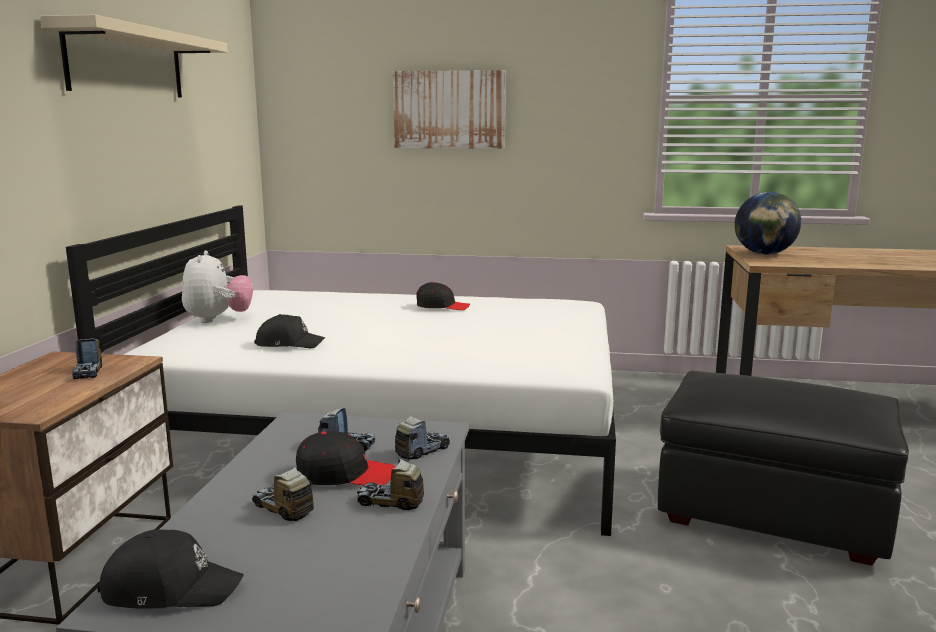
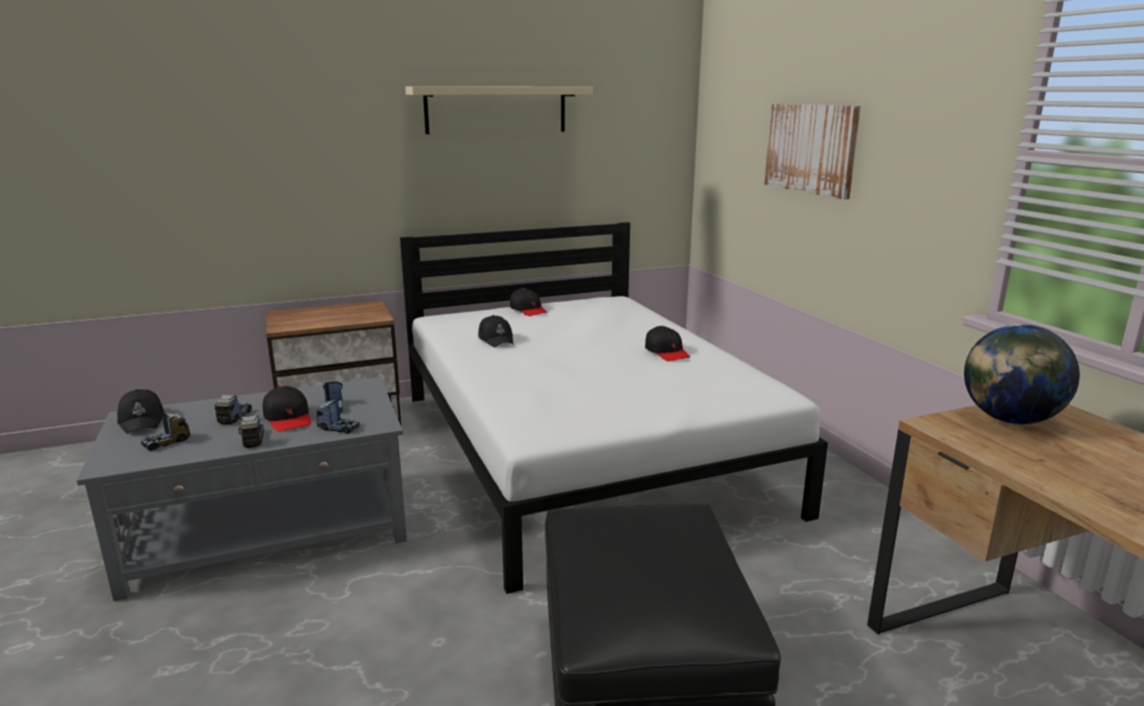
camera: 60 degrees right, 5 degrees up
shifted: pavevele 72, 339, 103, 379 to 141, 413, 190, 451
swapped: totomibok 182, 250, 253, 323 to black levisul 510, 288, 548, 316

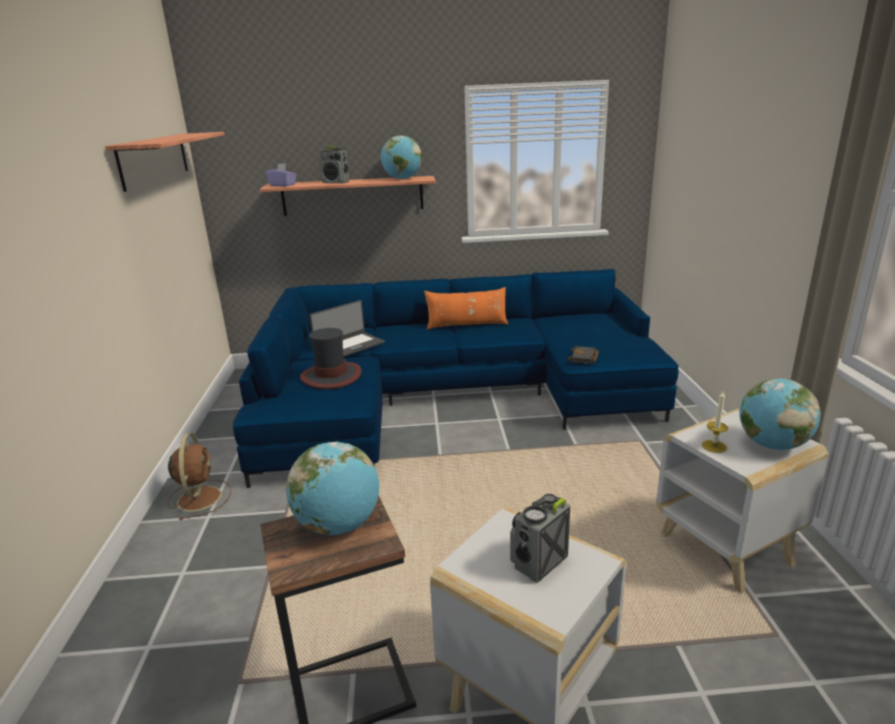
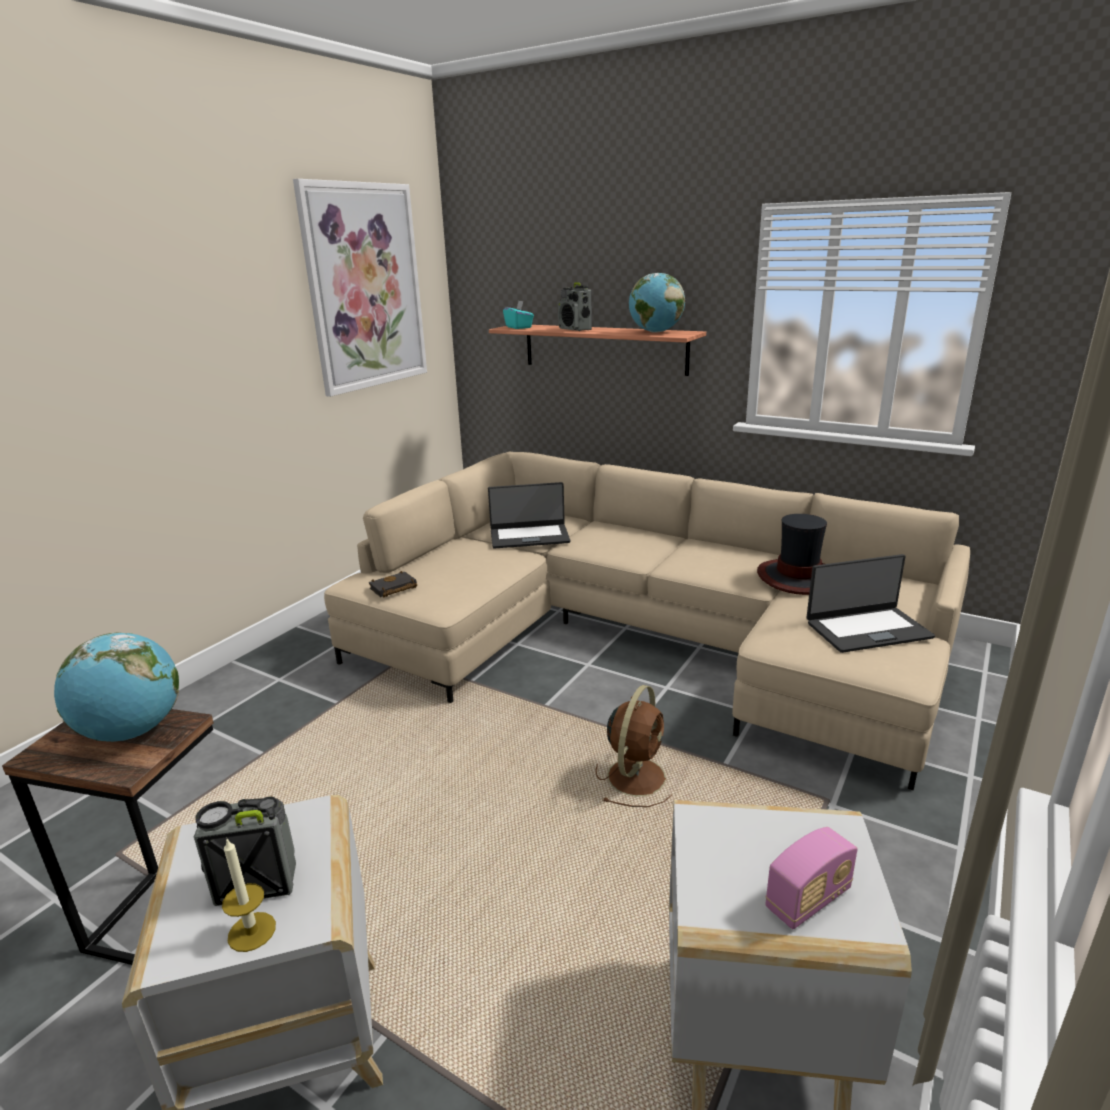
camera: 35 degrees right, 0 degrees up
gone: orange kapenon 424, 287, 508, 330
new: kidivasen 806, 554, 935, 653
shifted: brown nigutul 168, 433, 231, 520 to 596, 685, 672, 807; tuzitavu 300, 328, 362, 389 to 757, 514, 827, 595; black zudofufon 568, 346, 598, 364 to 369, 571, 417, 598; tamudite 702, 391, 728, 453 to 222, 839, 276, 952
swapped: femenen 105, 132, 225, 192 to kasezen 293, 179, 427, 397; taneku 739, 378, 821, 450 to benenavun 765, 827, 858, 929
repainted: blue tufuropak 233, 269, 679, 488 to beige tufuropak 324, 452, 970, 791; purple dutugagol 266, 164, 297, 187 to turquoise dutugagol 503, 301, 534, 329

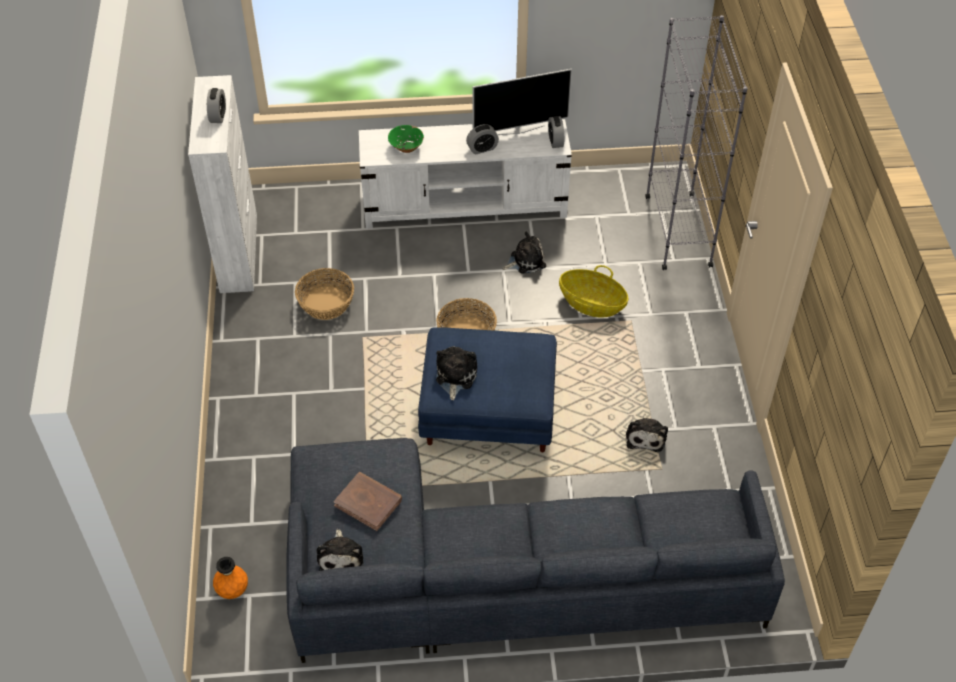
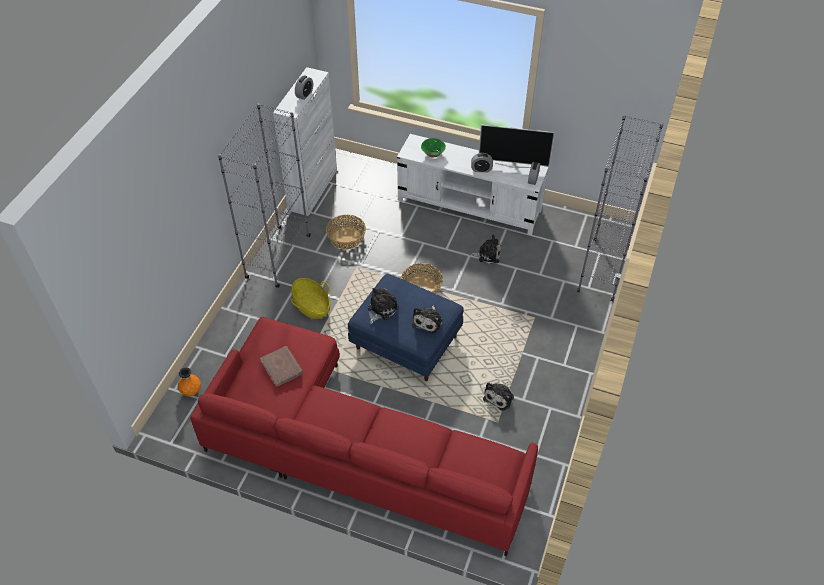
camera: 25 degrees right, 0 degrees up
new: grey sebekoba 218, 104, 311, 288
shifted: totomibok 317, 529, 364, 571 to 412, 305, 443, 334; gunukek 559, 265, 628, 318 to 291, 278, 330, 319
repainted: grey tufuropak 286, 438, 785, 663 to red tufuropak 190, 317, 538, 556

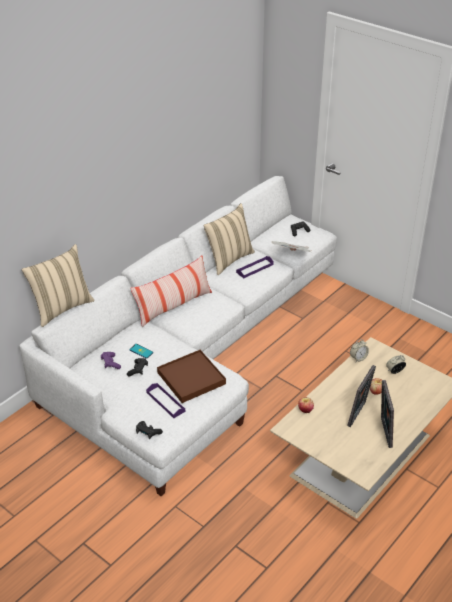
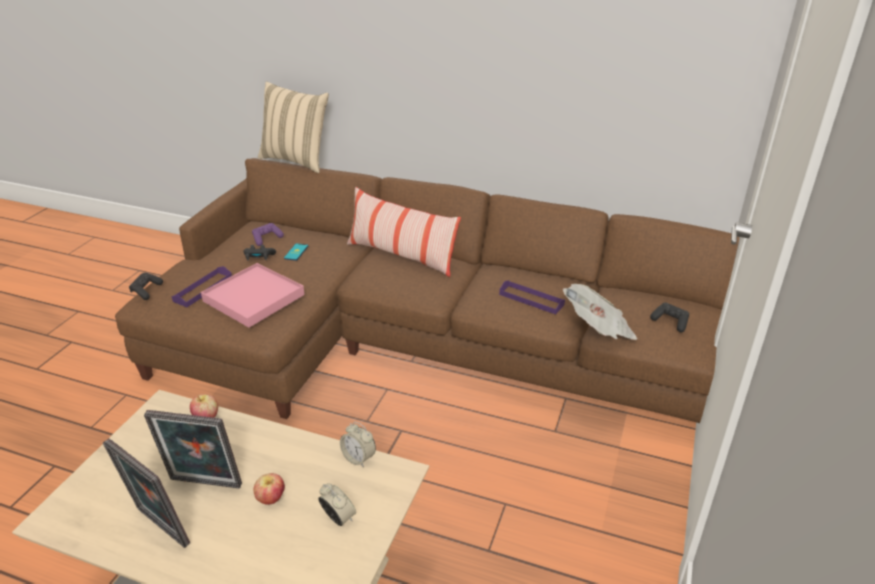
camera: 70 degrees right, 5 degrees down
gone: beige kapenon 203, 203, 255, 275
repainted: white tufuropak 20, 176, 337, 496 to brown tufuropak 115, 158, 739, 423; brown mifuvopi 157, 350, 226, 403 to pink mifuvopi 201, 263, 305, 328
rotated: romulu 381, 380, 394, 448 = 103, 438, 190, 548 120 degrees counterclockwise

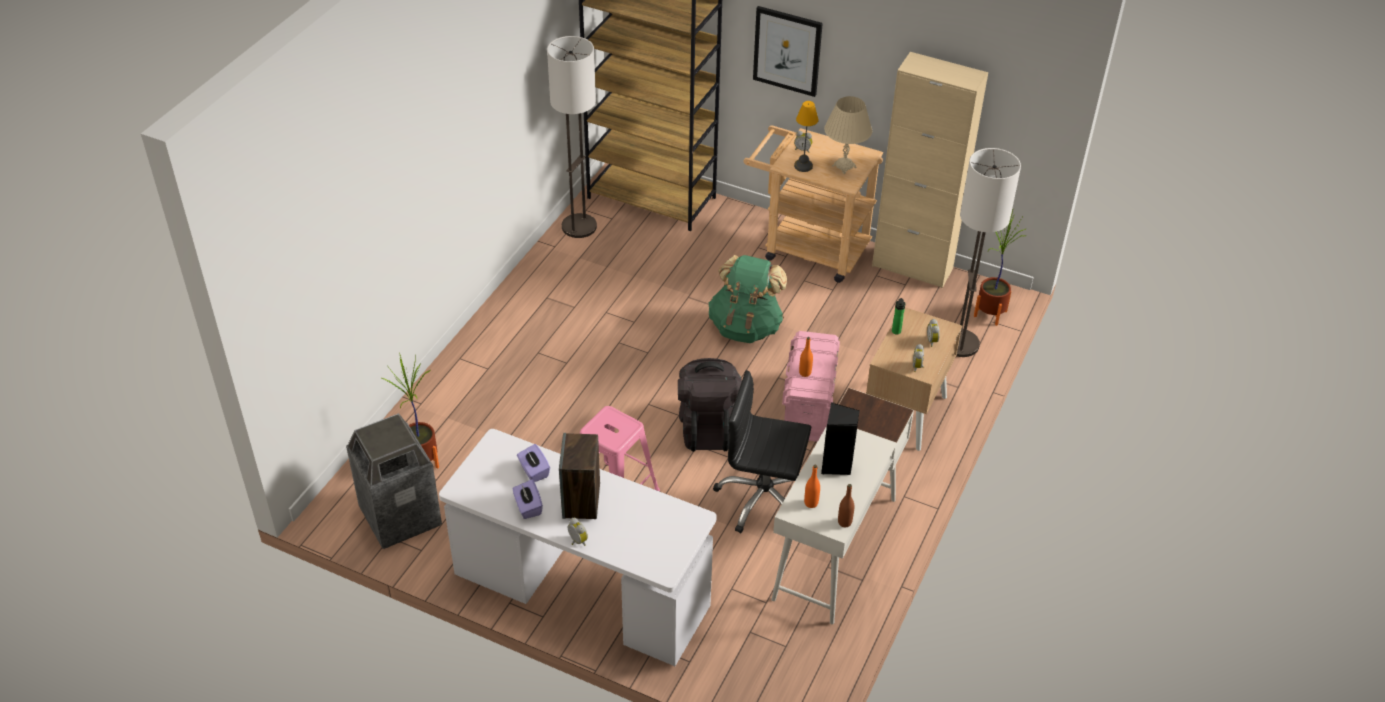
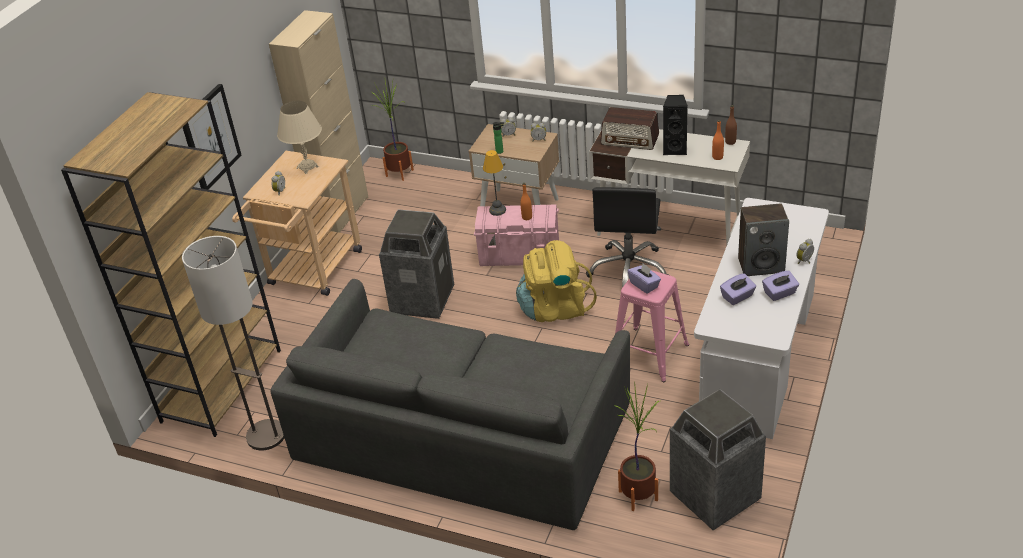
camera: 90 degrees left, 5 degrees down
gone: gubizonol 956, 148, 1021, 357
new: grey tufuropak 270, 279, 630, 530; benenavun 600, 107, 659, 150; purple dutugagol 628, 263, 661, 294
shifted: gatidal 794, 101, 818, 172 to 483, 150, 506, 216
swapped: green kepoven 709, 255, 787, 343 to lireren 379, 209, 454, 319
repainted: black kepoven 678, 358, 742, 452 to yellow kepoven 516, 240, 597, 322

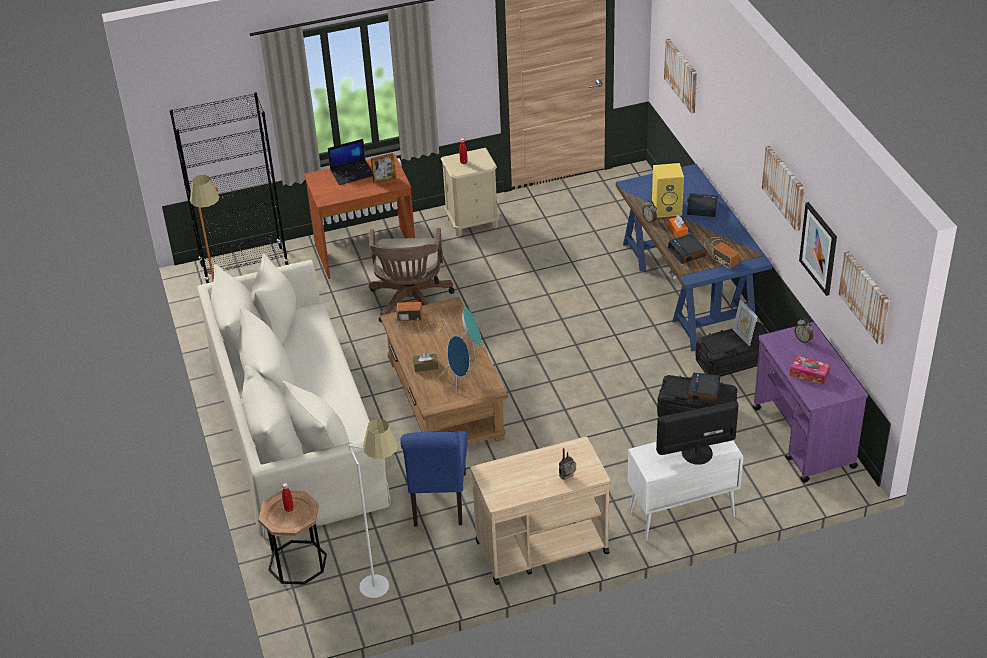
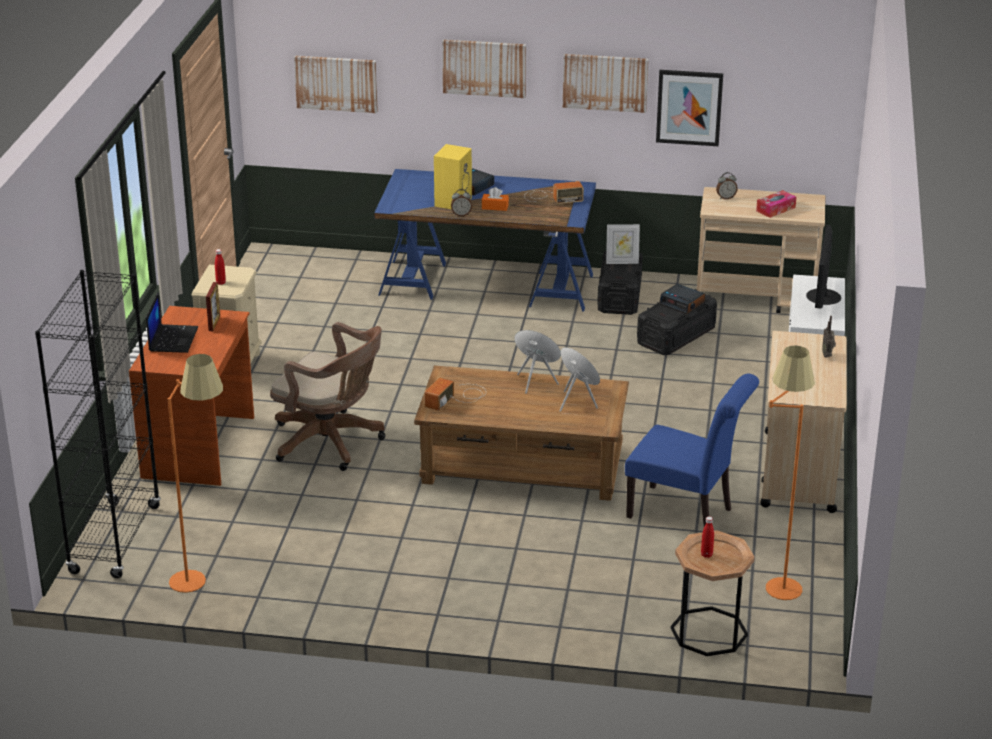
camera: 65 degrees left, 10 degrees down
gone: beige tufuropak 197, 254, 391, 539; brown dutugagol 413, 352, 438, 372; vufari 667, 234, 706, 264
shifted: kasezen 839, 250, 890, 345 to 442, 39, 526, 98
repainted: white gubizonol 349, 419, 398, 598 to orange gubizonol 766, 346, 815, 600; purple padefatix 752, 322, 868, 483 to beige padefatix 697, 187, 826, 313

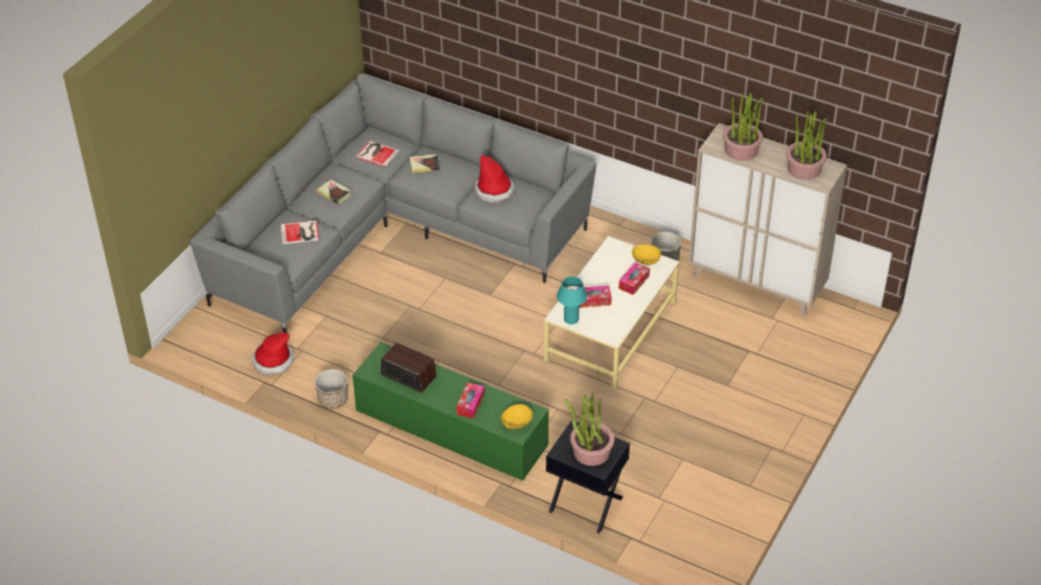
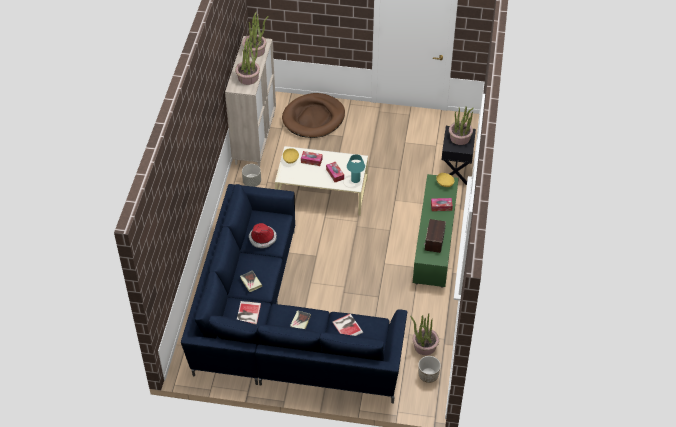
camera: 110 degrees left, 5 degrees up
new: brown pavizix 282, 93, 345, 138
shifted: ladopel 315, 369, 348, 409 to 418, 356, 441, 383
swapped: tuzitavu 251, 332, 294, 375 to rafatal 410, 313, 439, 355
repainted: grey tufuropak 190, 73, 596, 333 to blue tufuropak 181, 184, 407, 404

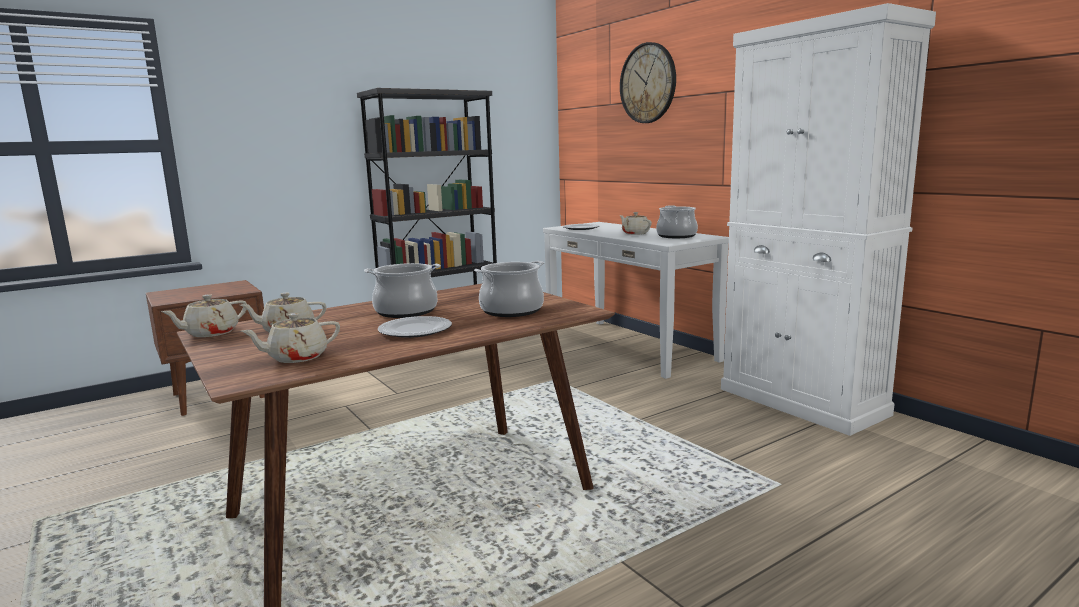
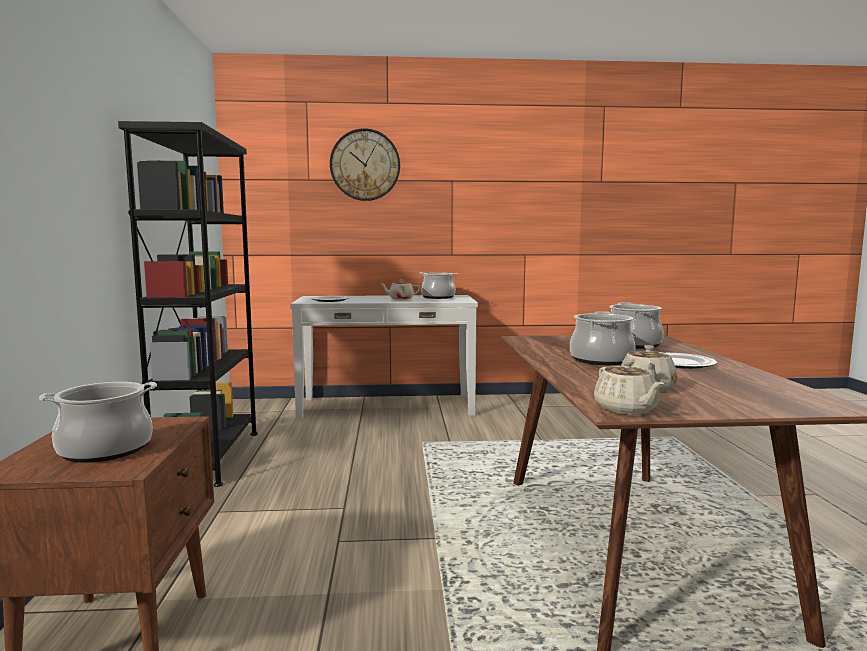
camera: 60 degrees left, 5 degrees down
gone: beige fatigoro 241, 313, 340, 363; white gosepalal 721, 3, 936, 436
new: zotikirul 39, 382, 157, 463

